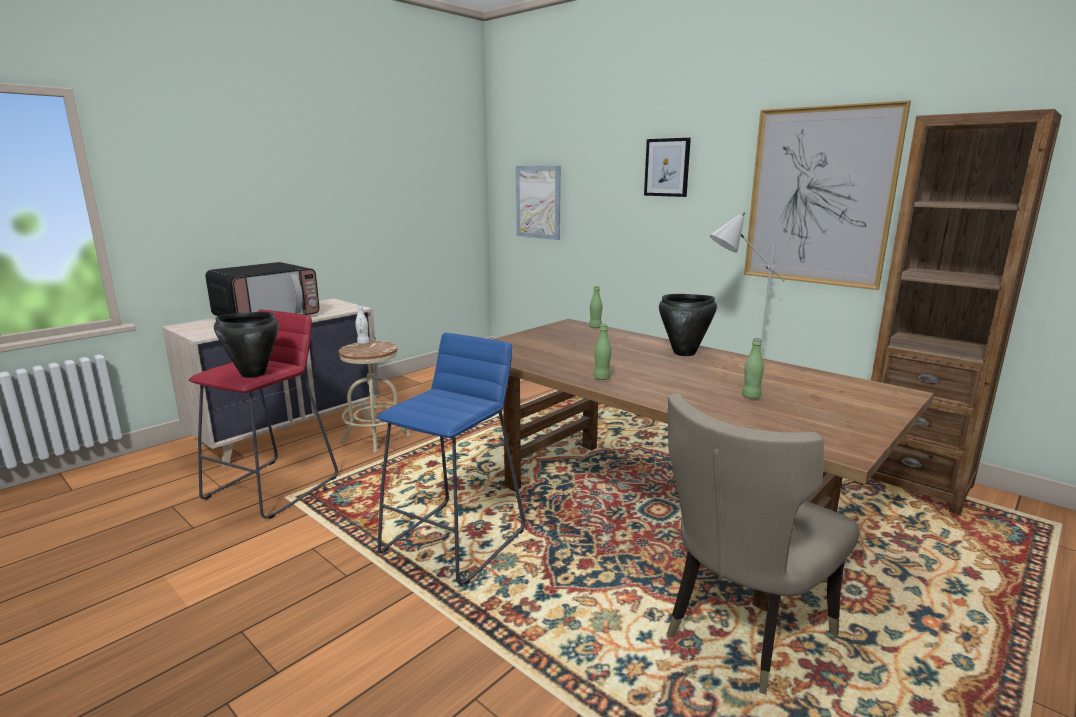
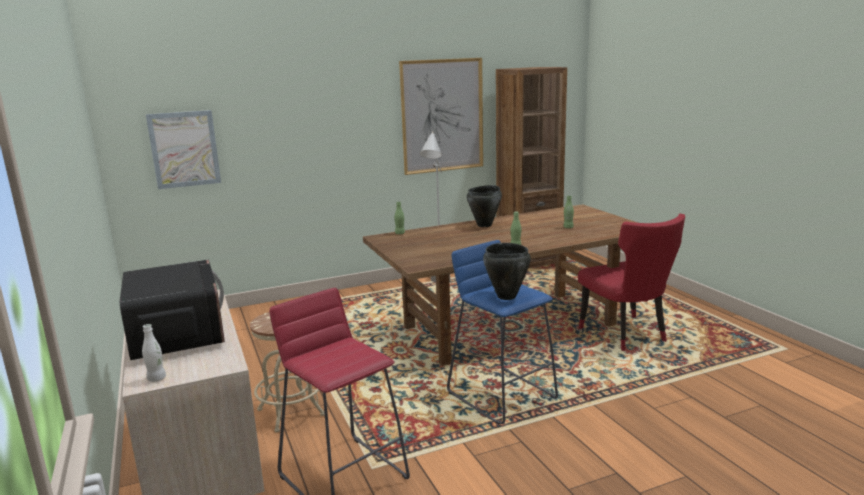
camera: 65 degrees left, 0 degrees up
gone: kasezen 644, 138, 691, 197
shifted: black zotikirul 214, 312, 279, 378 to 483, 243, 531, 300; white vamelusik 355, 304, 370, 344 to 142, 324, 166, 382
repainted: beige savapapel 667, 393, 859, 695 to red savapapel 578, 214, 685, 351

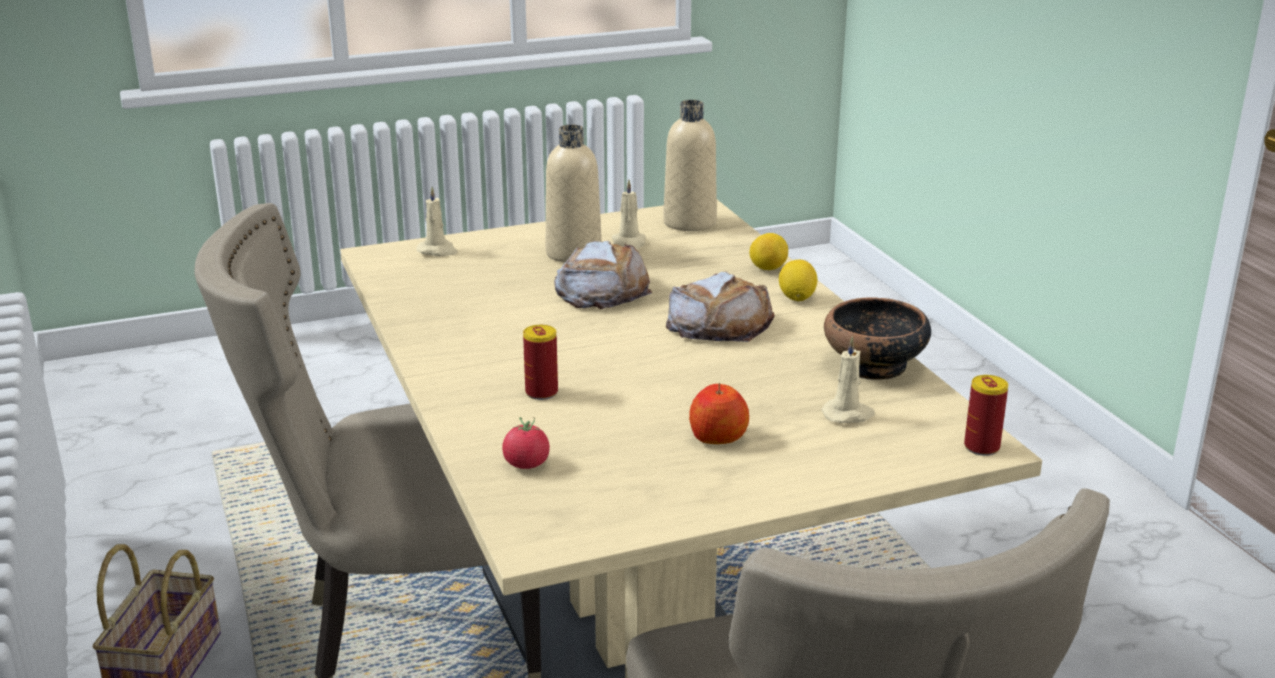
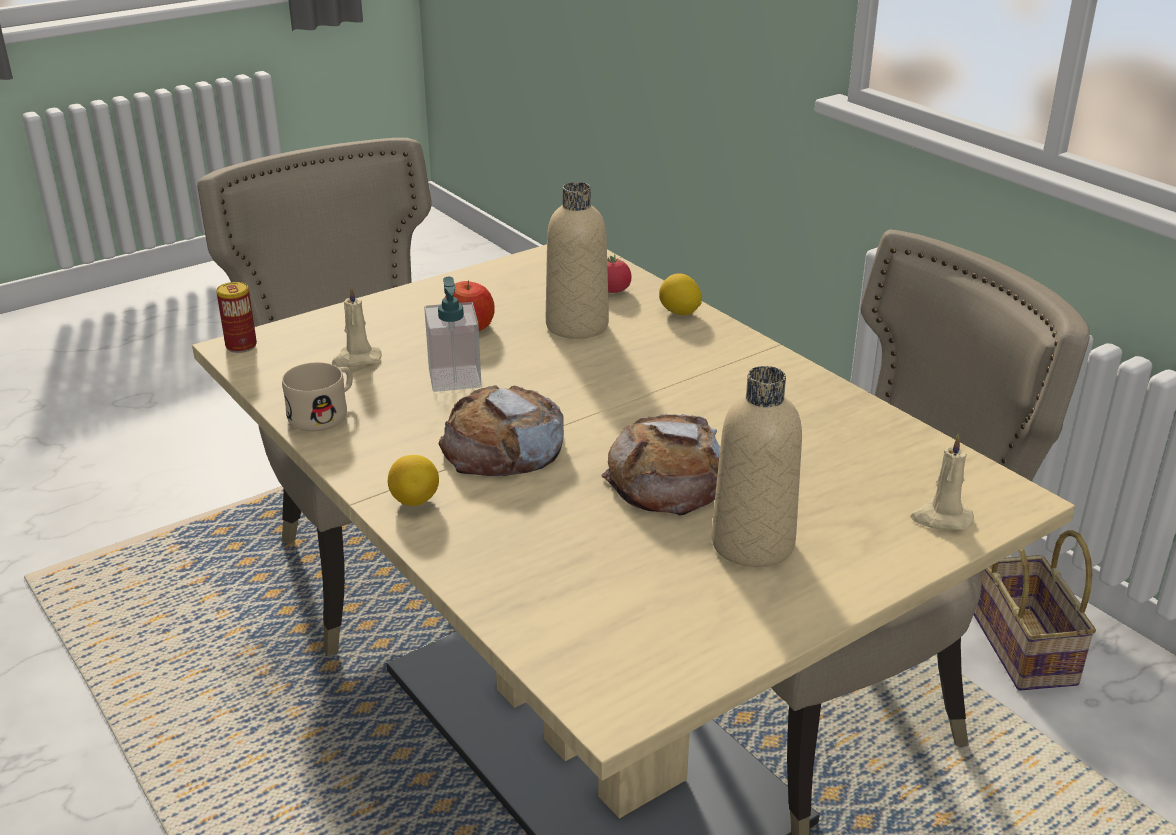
camera: 165 degrees right, 5 degrees up
gone: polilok 523, 325, 558, 400; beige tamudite 612, 179, 646, 250
new: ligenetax 424, 277, 481, 392
shifted: beige vamelusik 663, 100, 717, 231 to 546, 182, 609, 339; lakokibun 749, 233, 788, 270 to 659, 273, 702, 315
swapped: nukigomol 824, 297, 931, 380 to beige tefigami 282, 362, 353, 431

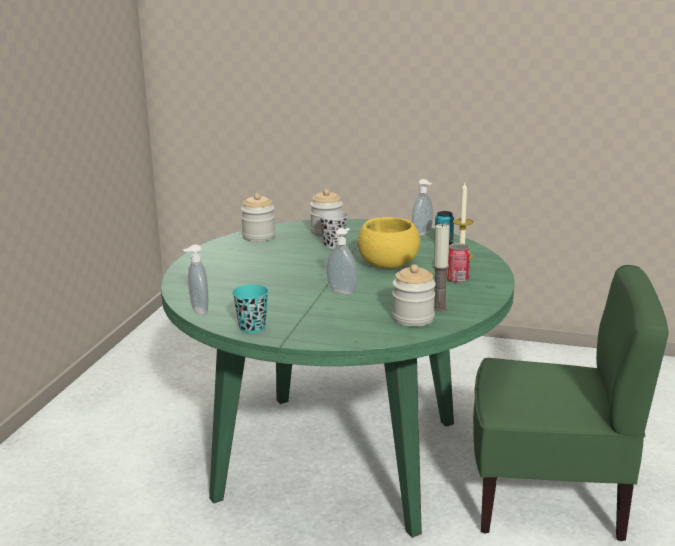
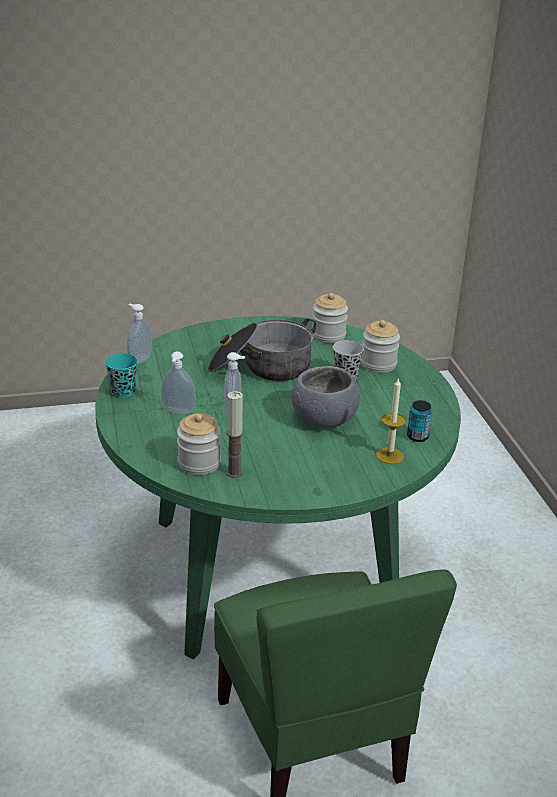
camera: 60 degrees right, 10 degrees up
gone: polilok 446, 243, 470, 283
new: zotikirul 208, 318, 317, 381
shifted: ligenetax 412, 179, 433, 236 to 161, 351, 196, 414
repainted: yellow nukigomol 357, 217, 420, 269 to grey nukigomol 291, 366, 360, 428

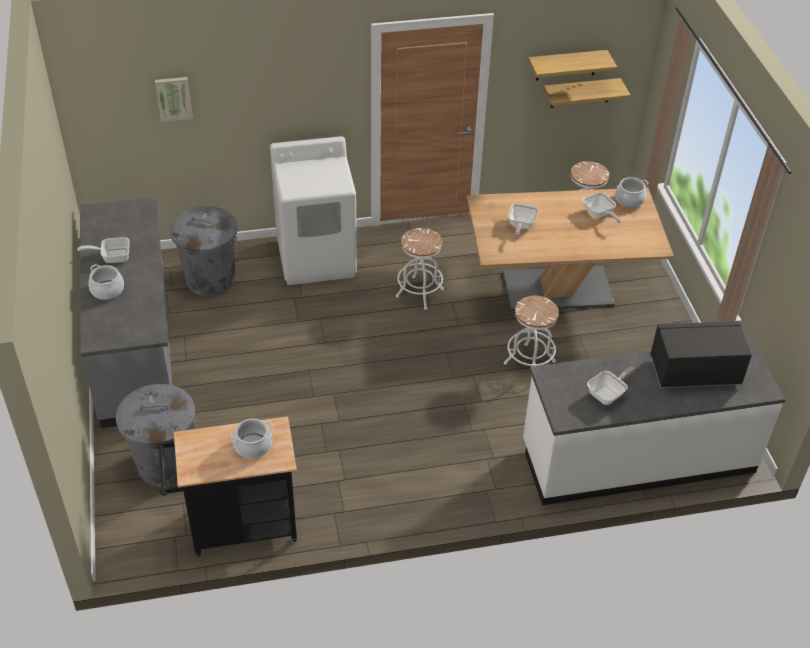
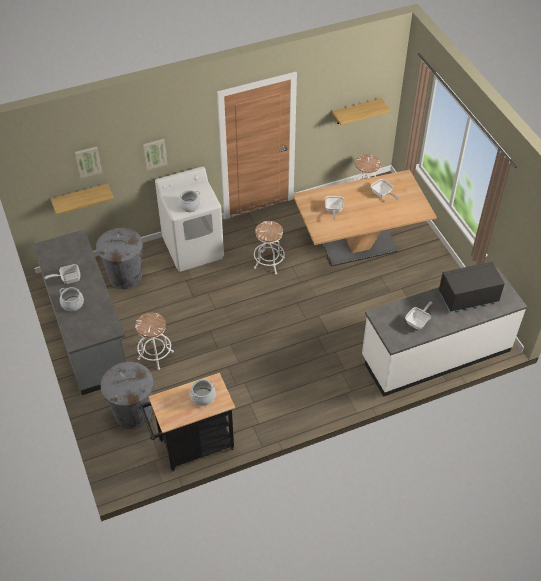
camera: 10 degrees left, 5 degrees up
new: kasezen 143, 139, 168, 170
shifted: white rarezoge 504, 296, 559, 367 to 135, 313, 174, 370; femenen 528, 50, 617, 81 to 51, 183, 114, 215; zotikirul 615, 177, 649, 208 to 178, 190, 200, 212

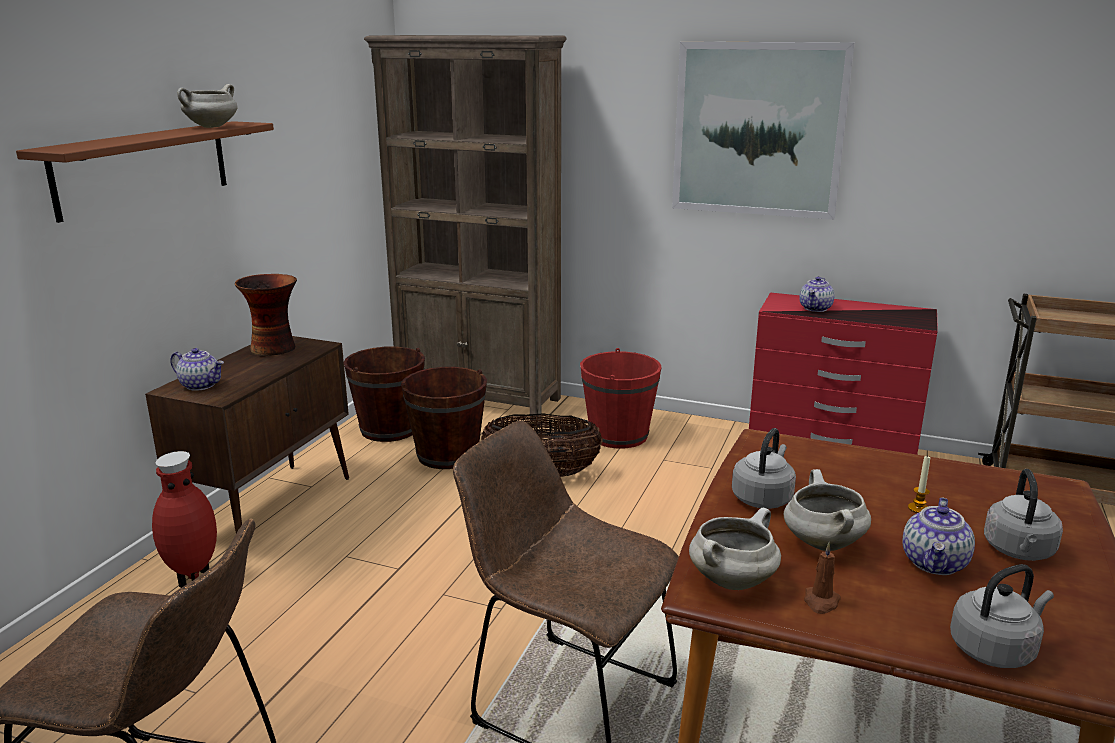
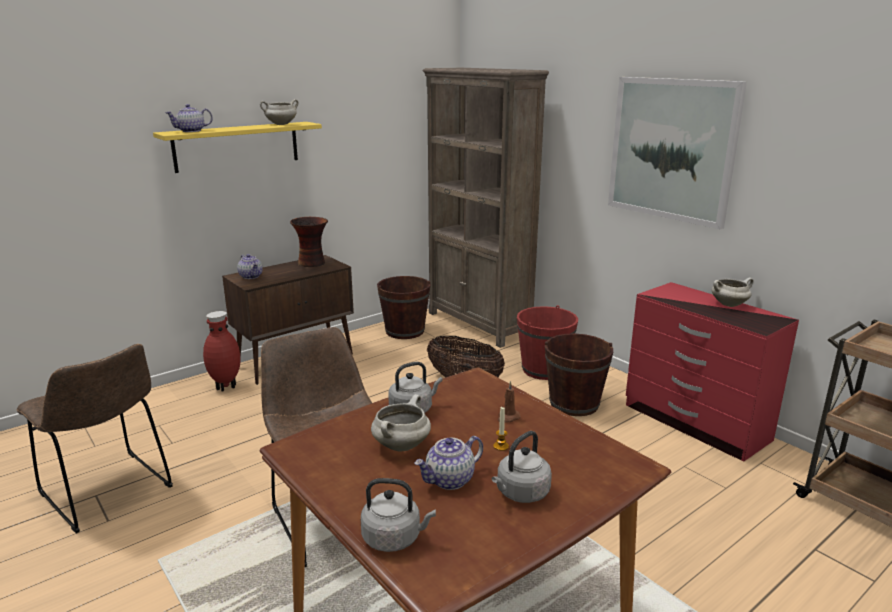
camera: 30 degrees right, 0 degrees up
shifted: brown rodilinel 401, 367, 487, 469 to 545, 333, 613, 416; white zotikirul 689, 508, 781, 590 to 711, 278, 754, 307; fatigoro 799, 277, 835, 312 to 165, 104, 213, 132; brown tamudite 804, 542, 841, 614 to 498, 381, 521, 423
repainted: brown femenen 16, 121, 274, 223 to yellow femenen 153, 122, 322, 173

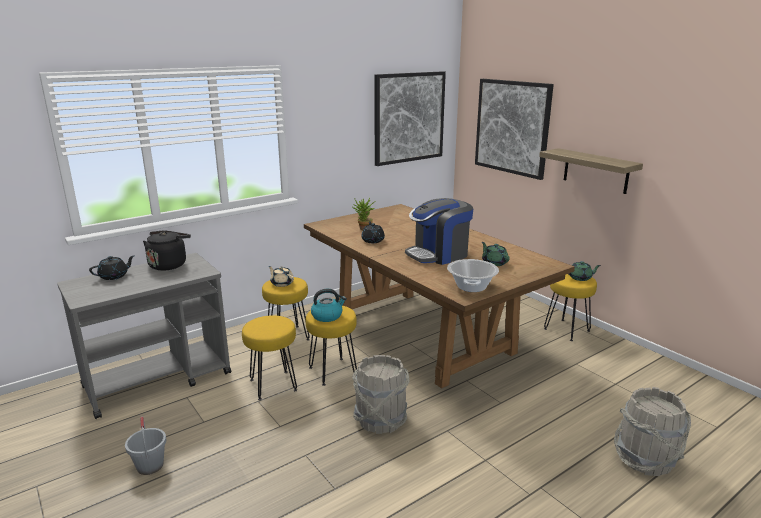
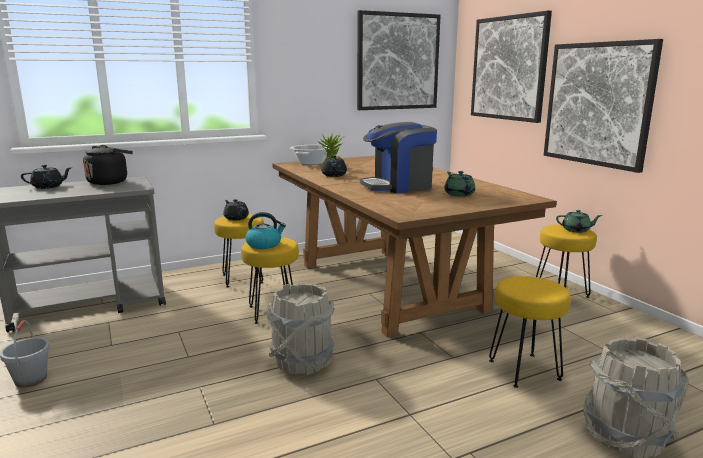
camera: 10 degrees right, 5 degrees down
shifted: yellow rarezoge 242, 315, 297, 400 to 489, 276, 571, 388; zotikirul 447, 259, 499, 292 to 290, 145, 329, 165
swapped: femenen 539, 148, 643, 194 to kasezen 544, 39, 663, 173
repainted: beige fatigoro 268, 266, 294, 287 to black fatigoro 223, 199, 249, 220

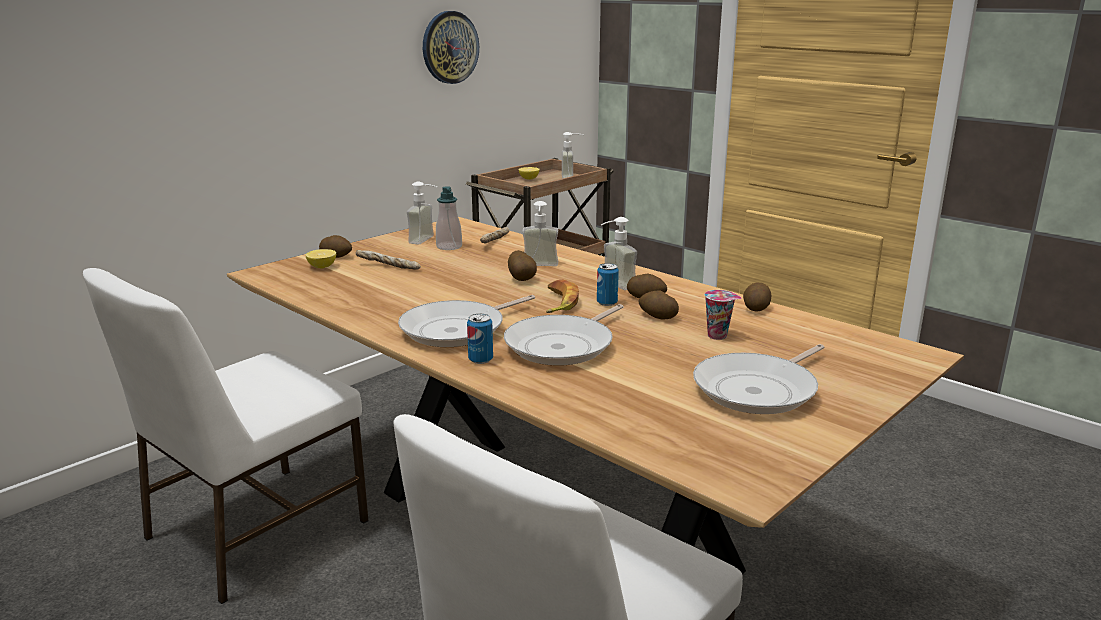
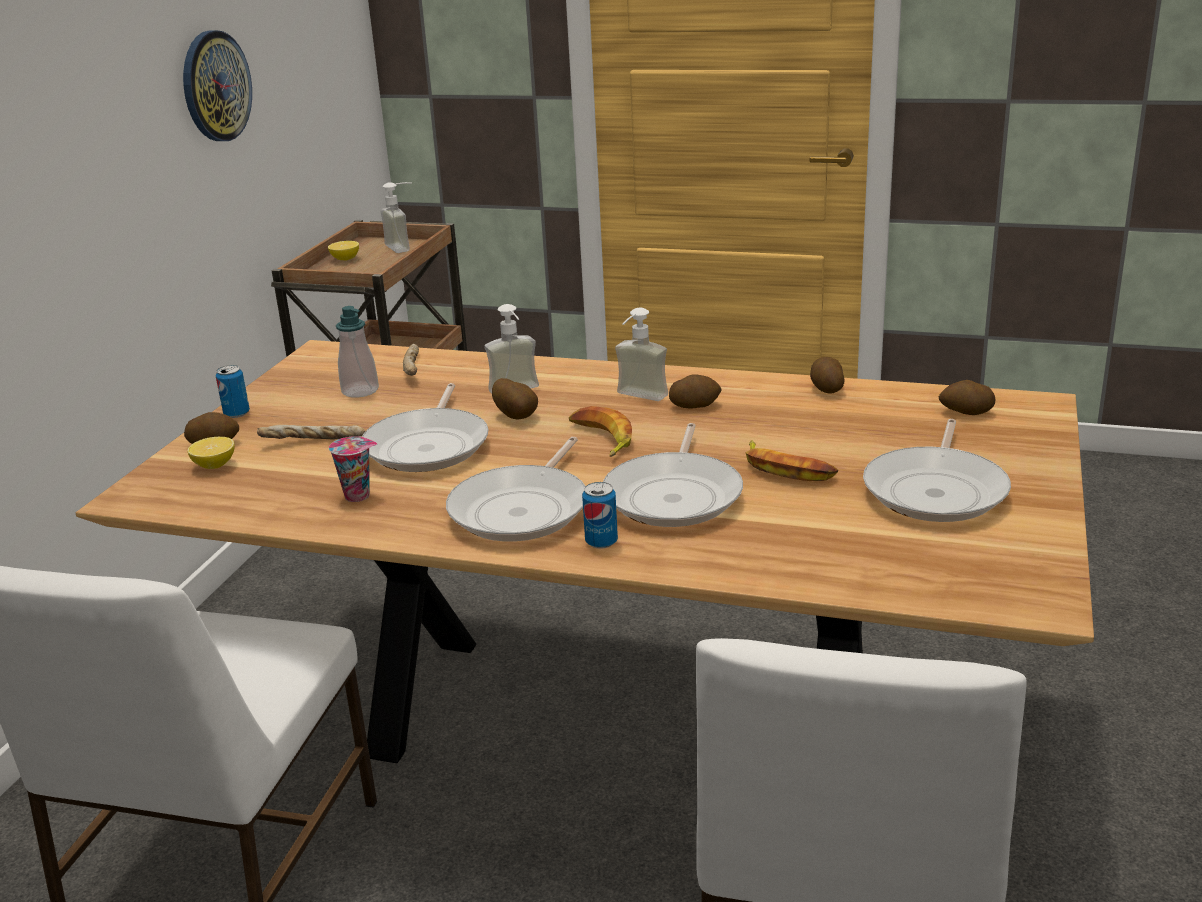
camera: 25 degrees left, 5 degrees up
gone: ligenetax 407, 182, 437, 245
new: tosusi 362, 383, 489, 472; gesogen 745, 440, 838, 481
shifted: polilok 597, 263, 619, 306 to 216, 365, 250, 418; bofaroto 638, 291, 679, 320 to 939, 380, 995, 415; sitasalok 704, 290, 742, 340 to 329, 436, 377, 502

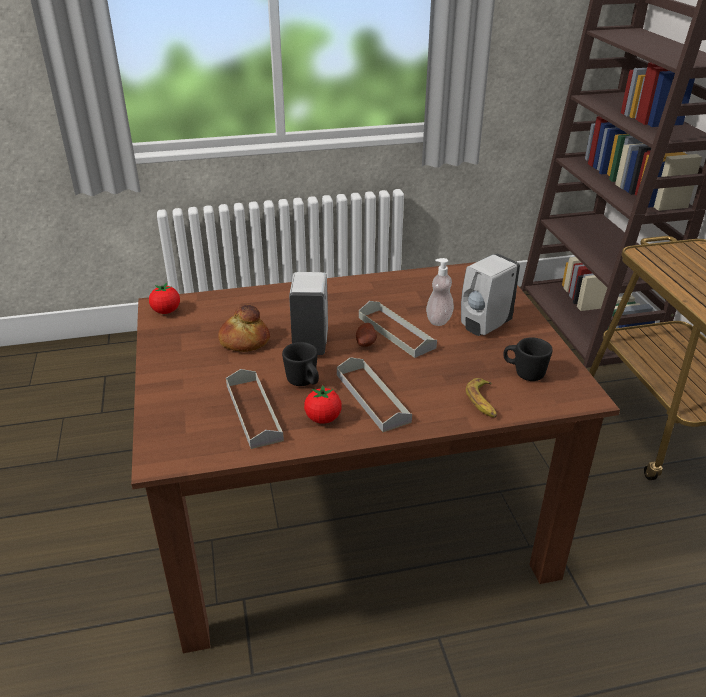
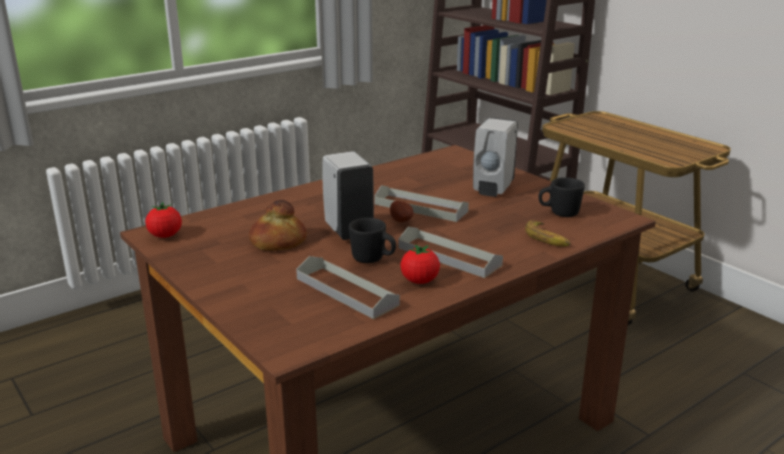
camera: 25 degrees left, 10 degrees down
gone: ligenetax 426, 258, 454, 326

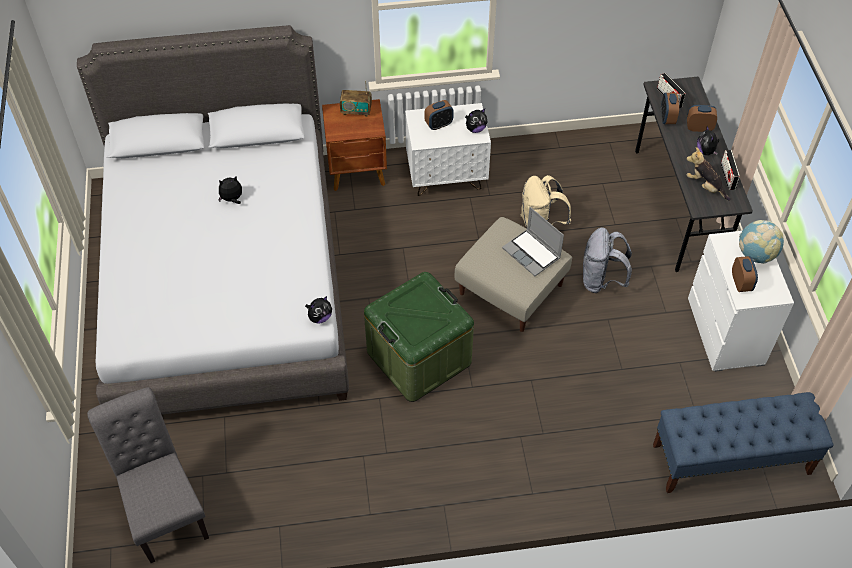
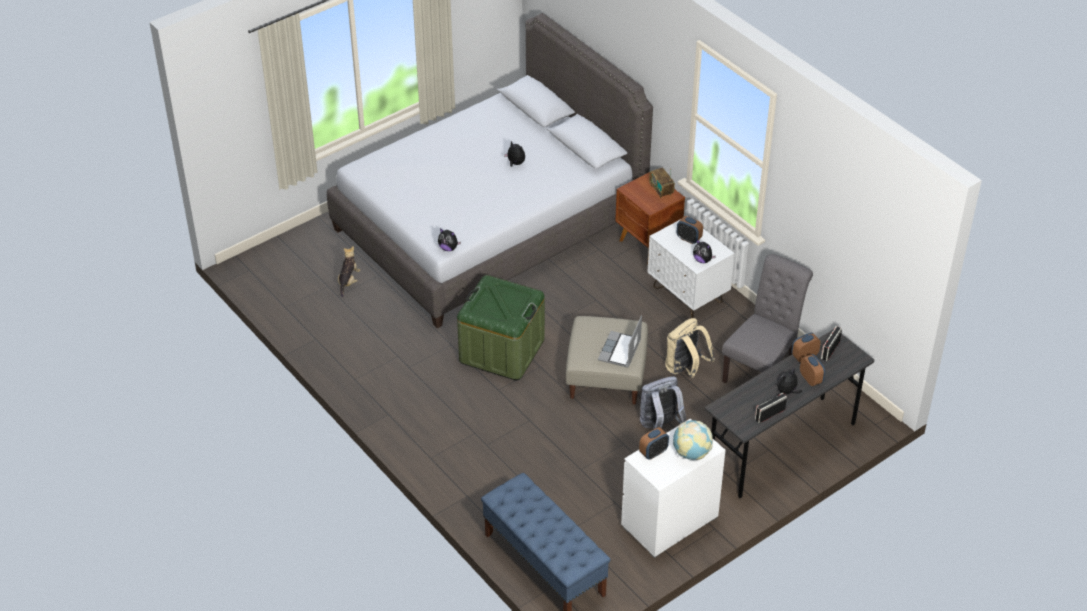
camera: 60 degrees right, 10 degrees down
shifted: grey savapapel 87, 387, 209, 563 to 722, 254, 813, 383; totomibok 686, 147, 731, 201 to 338, 246, 360, 298

